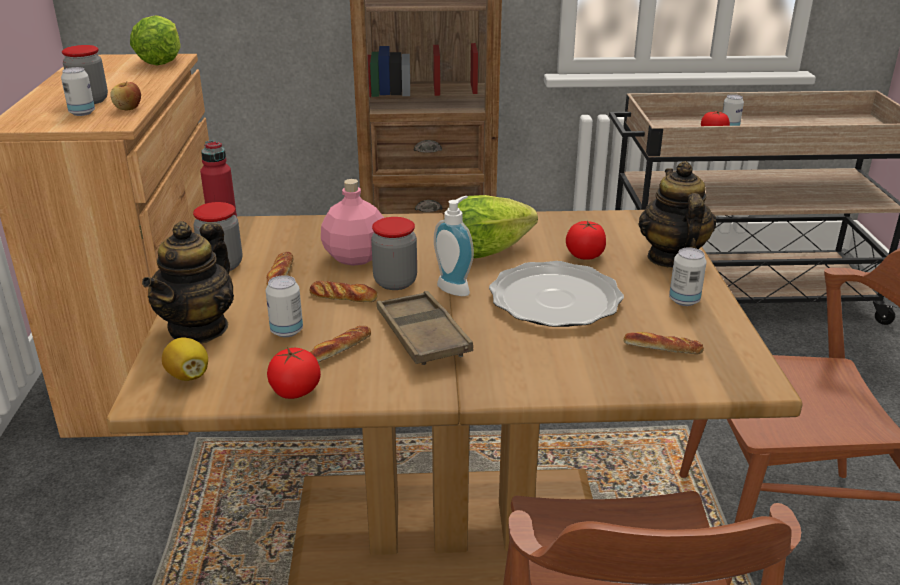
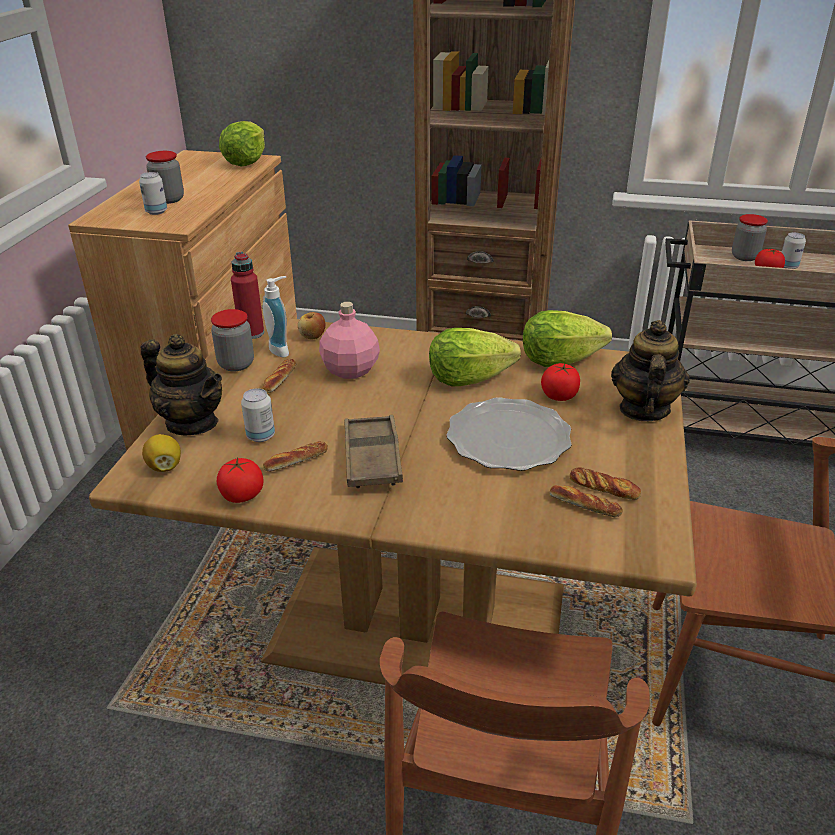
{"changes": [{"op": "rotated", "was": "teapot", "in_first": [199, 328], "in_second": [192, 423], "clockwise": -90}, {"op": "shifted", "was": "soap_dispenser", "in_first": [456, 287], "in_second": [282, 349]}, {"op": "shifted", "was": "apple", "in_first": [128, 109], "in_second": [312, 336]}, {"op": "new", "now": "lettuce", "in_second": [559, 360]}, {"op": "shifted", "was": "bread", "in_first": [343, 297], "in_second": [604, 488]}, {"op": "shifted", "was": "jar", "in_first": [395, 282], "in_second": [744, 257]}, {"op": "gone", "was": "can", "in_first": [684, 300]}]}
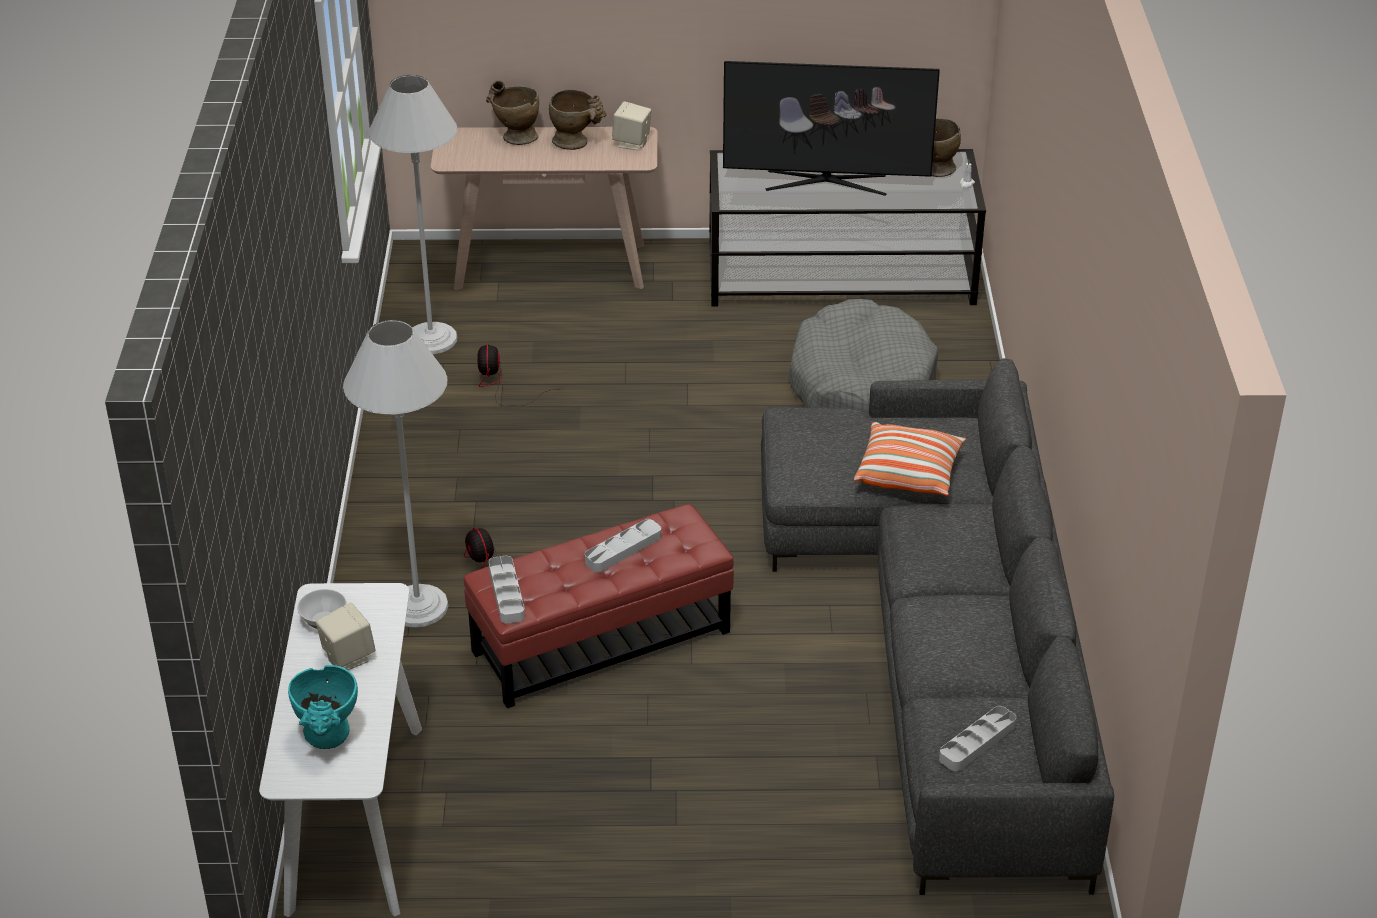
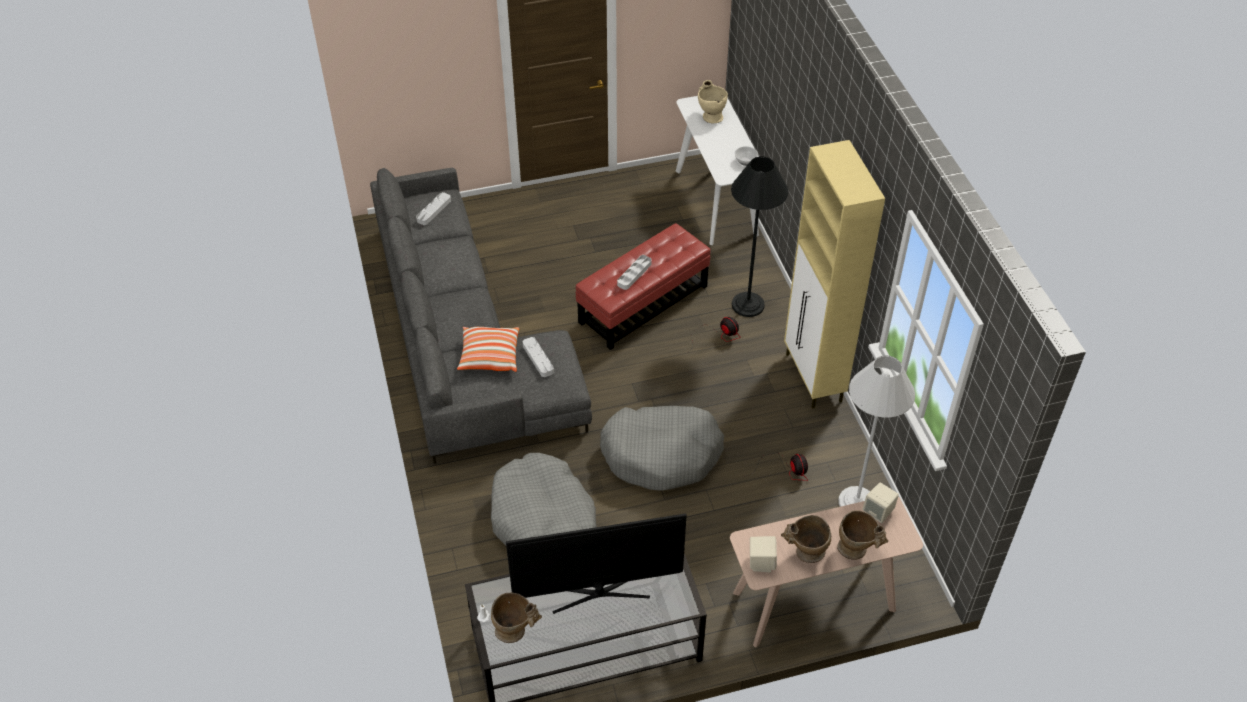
{"changes": [{"op": "shifted", "was": "grey_tray", "in_first": [506, 593], "in_second": [538, 359]}, {"op": "new", "now": "grey_dog_bed", "in_second": [662, 454]}, {"op": "repainted", "was": "turquoise_vase", "now": "beige_vase", "in_first": [328, 738], "in_second": [710, 115]}, {"op": "repainted", "was": "white_floor_lamp", "now": "black_floor_lamp", "in_first": [418, 606], "in_second": [748, 305]}, {"op": "new", "now": "beige_cabinet", "in_second": [813, 378]}, {"op": "shifted", "was": "beige_speaker", "in_first": [347, 657], "in_second": [878, 512]}]}
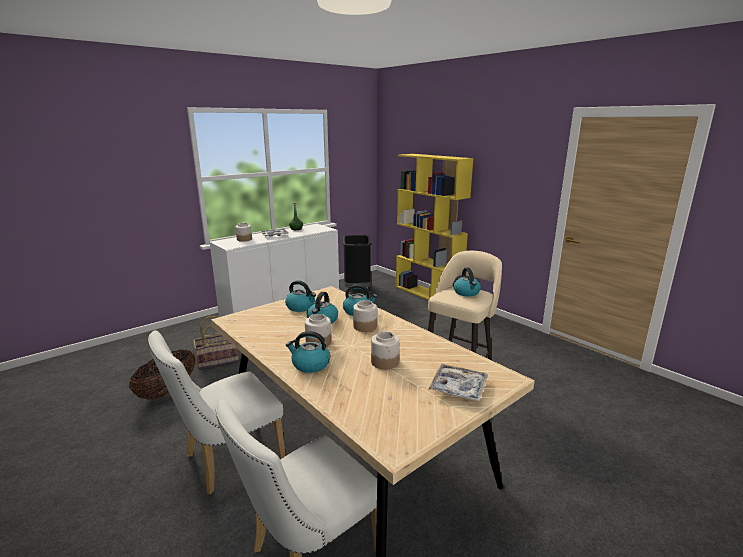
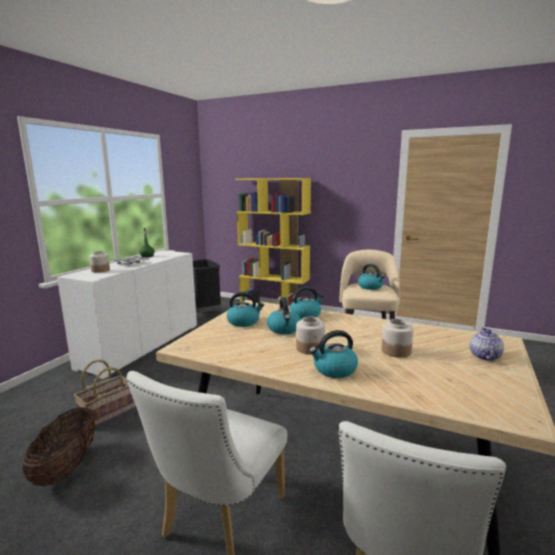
{"changes": [{"op": "swapped", "was": "tray", "now": "teapot", "in_first": [458, 388], "in_second": [484, 356]}, {"op": "gone", "was": "jar", "in_first": [364, 327]}]}
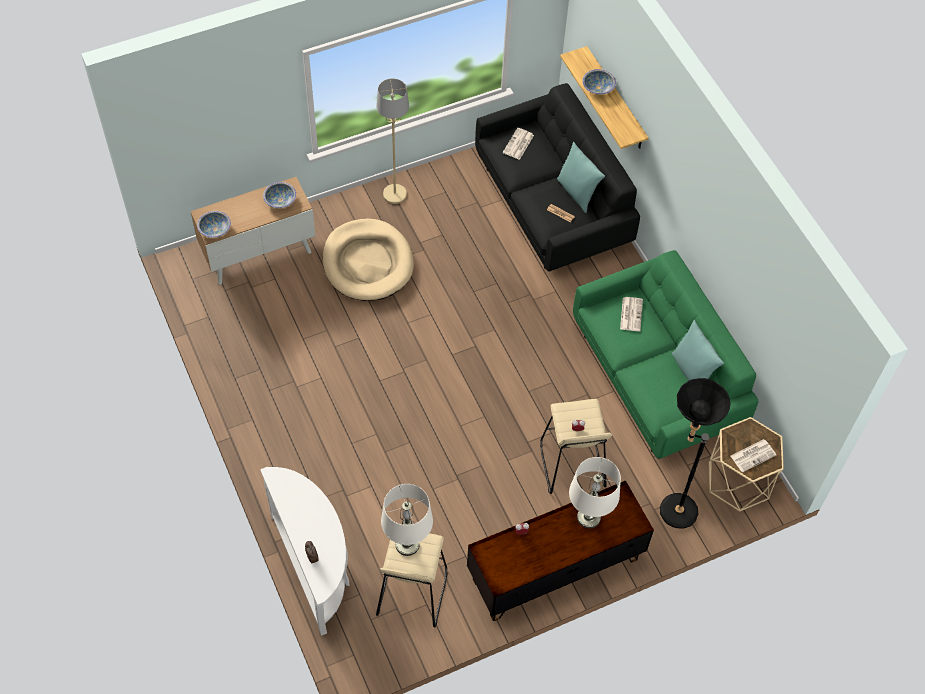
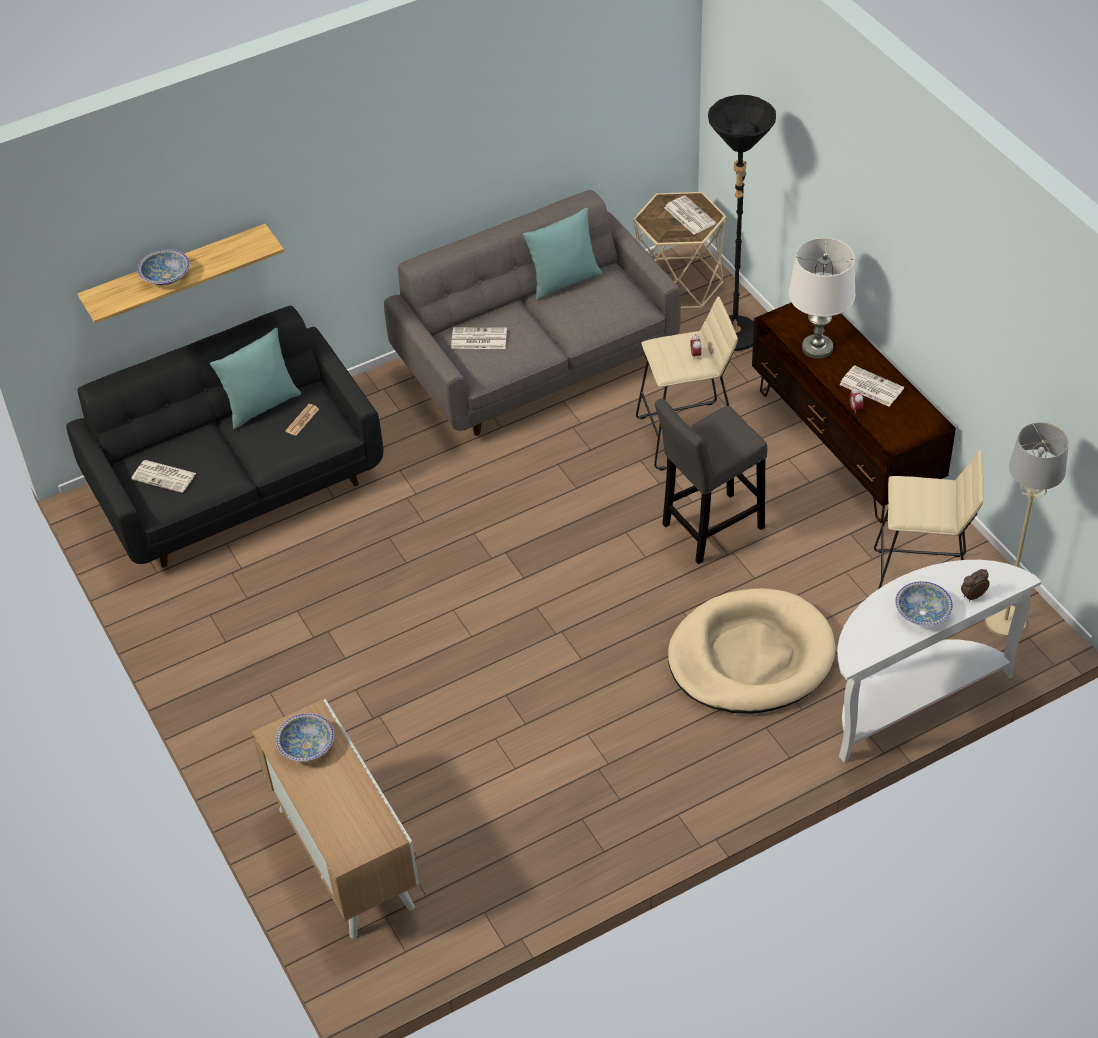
{"changes": [{"op": "repainted", "was": "green_sofa", "now": "grey_sofa", "in_first": [656, 378], "in_second": [536, 361]}, {"op": "new", "now": "grey_stool", "in_second": [708, 529]}, {"op": "shifted", "was": "beige_dog_bed", "in_first": [367, 263], "in_second": [750, 657]}, {"op": "new", "now": "newspaper", "in_second": [870, 386]}, {"op": "shifted", "was": "bowl", "in_first": [215, 229], "in_second": [922, 613]}, {"op": "shifted", "was": "beige_floor_lamp", "in_first": [395, 194], "in_second": [1005, 621]}, {"op": "gone", "was": "white_table_lamp", "in_first": [407, 544]}]}
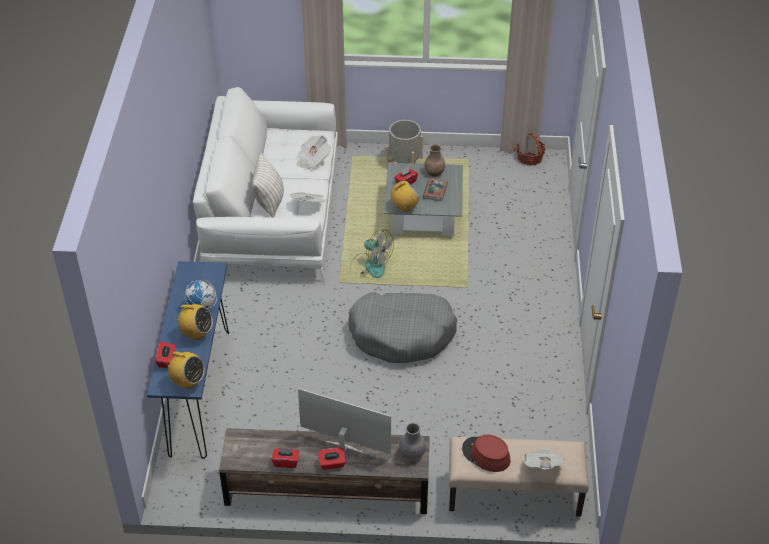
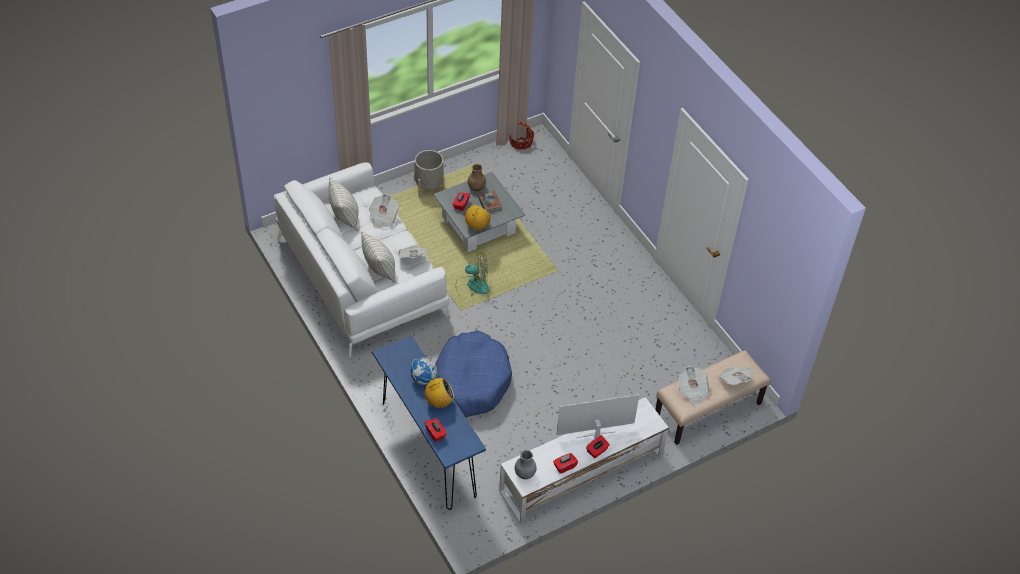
{"changes": [{"op": "new", "now": "pillow", "in_second": [345, 217]}, {"op": "new", "now": "blue_dog_bed", "in_second": [471, 381]}, {"op": "repainted", "was": "brown_tv_stand", "now": "white_tv_stand", "in_first": [326, 488], "in_second": [581, 472]}, {"op": "shifted", "was": "grey_vase", "in_first": [412, 454], "in_second": [525, 474]}, {"op": "swapped", "was": "red_hat", "now": "newspaper", "in_first": [486, 455], "in_second": [693, 391]}, {"op": "gone", "was": "radio", "in_first": [188, 382]}, {"op": "gone", "was": "grey_dog_bed", "in_first": [402, 334]}]}
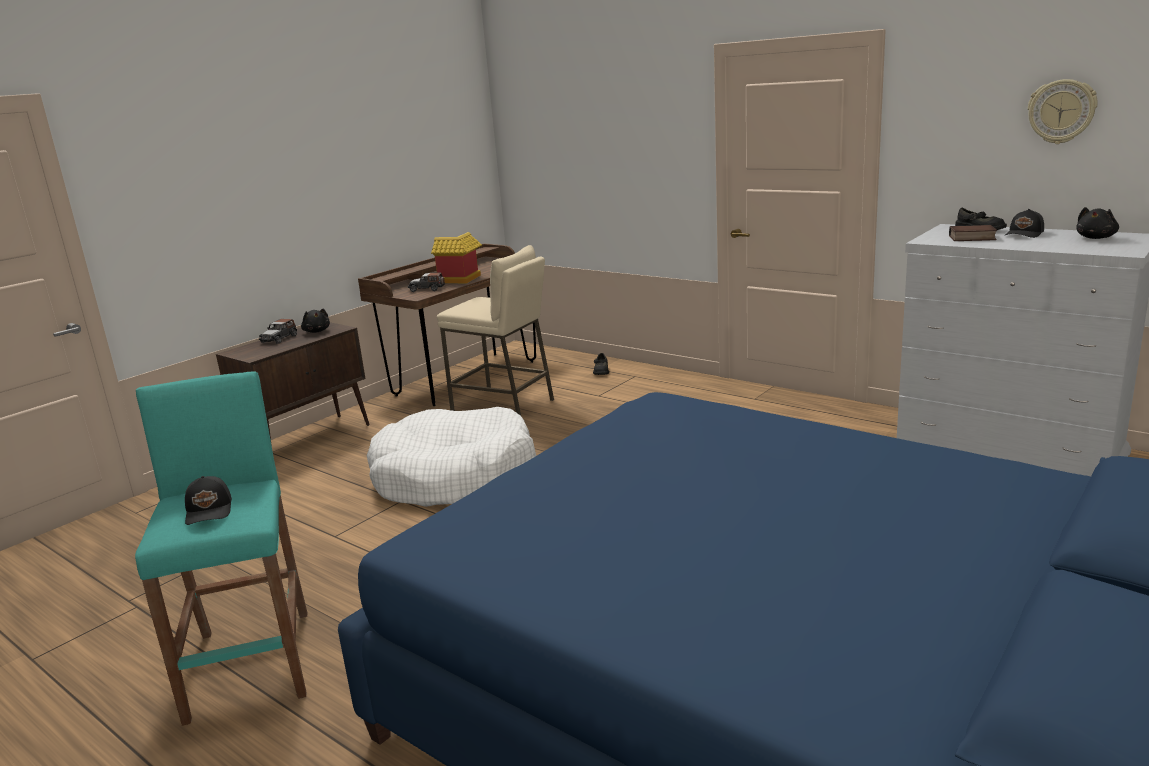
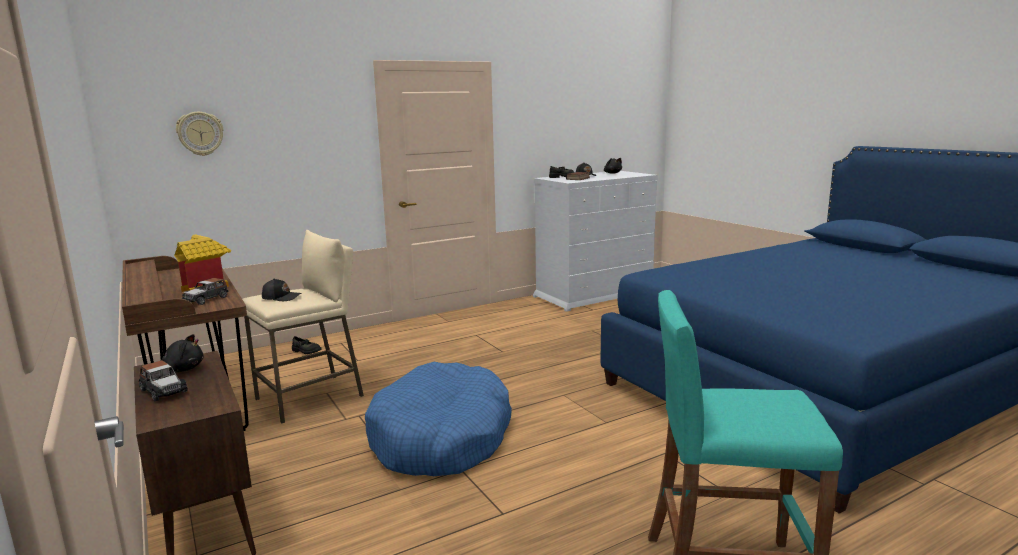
{"changes": [{"op": "shifted", "was": "wall_clock", "in_first": [1061, 111], "in_second": [200, 133]}, {"op": "shifted", "was": "black_cap", "in_first": [210, 510], "in_second": [281, 297]}, {"op": "repainted", "was": "white_dog_bed", "now": "blue_dog_bed", "in_first": [455, 477], "in_second": [441, 438]}]}
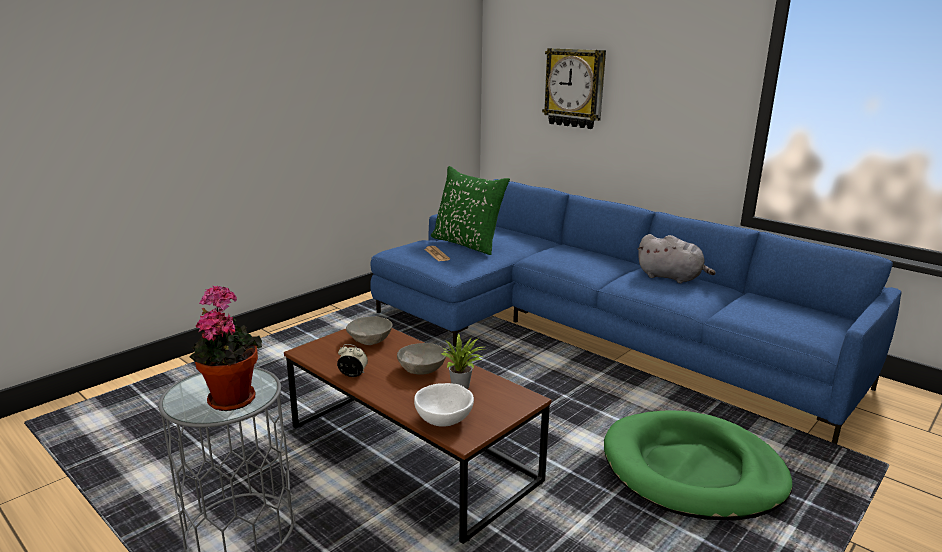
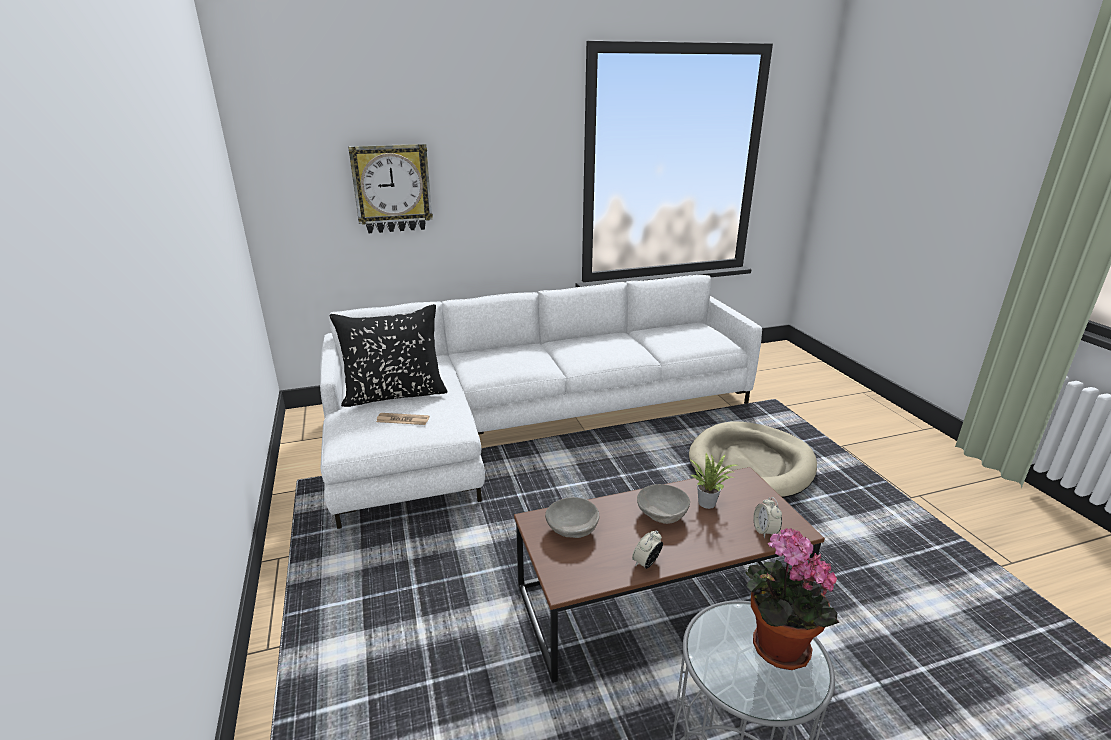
{"changes": [{"op": "repainted", "was": "blue_sofa", "now": "white_sofa", "in_first": [589, 332], "in_second": [529, 421]}, {"op": "repainted", "was": "green_pillow", "now": "black_pillow", "in_first": [468, 244], "in_second": [395, 394]}, {"op": "repainted", "was": "green_dog_bed", "now": "beige_dog_bed", "in_first": [692, 470], "in_second": [751, 464]}, {"op": "swapped", "was": "white_bowl", "now": "alarm_clock", "in_first": [444, 420], "in_second": [765, 531]}, {"op": "gone", "was": "grey_plush_toy", "in_first": [671, 278]}]}
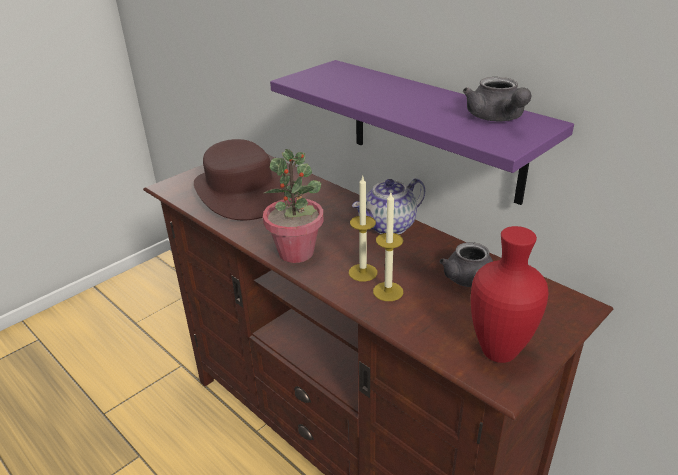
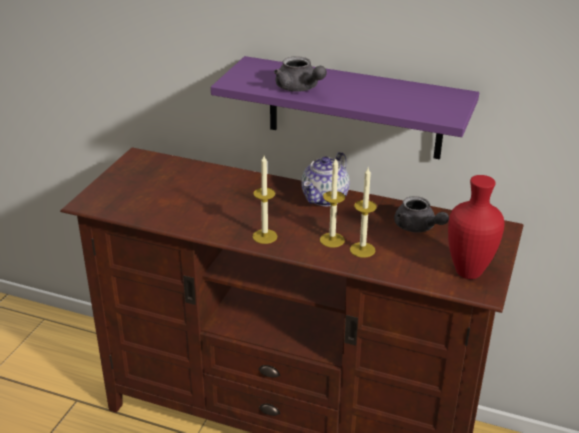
{"changes": [{"op": "swapped", "was": "potted_plant", "now": "candle", "in_first": [296, 252], "in_second": [264, 236]}, {"op": "shifted", "was": "grey_teapot", "in_first": [497, 118], "in_second": [299, 88]}, {"op": "gone", "was": "brown_hat", "in_first": [240, 192]}]}
